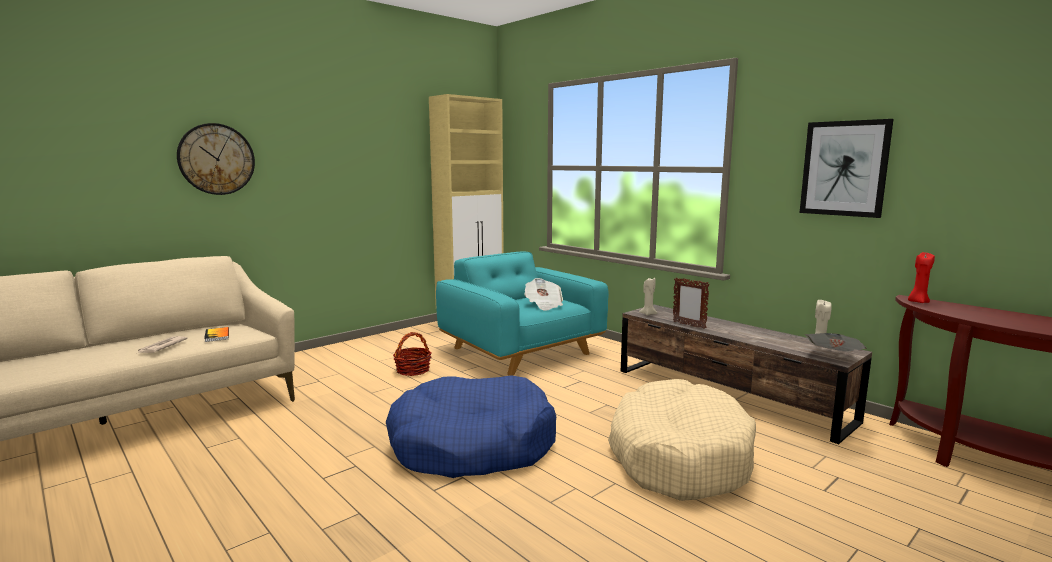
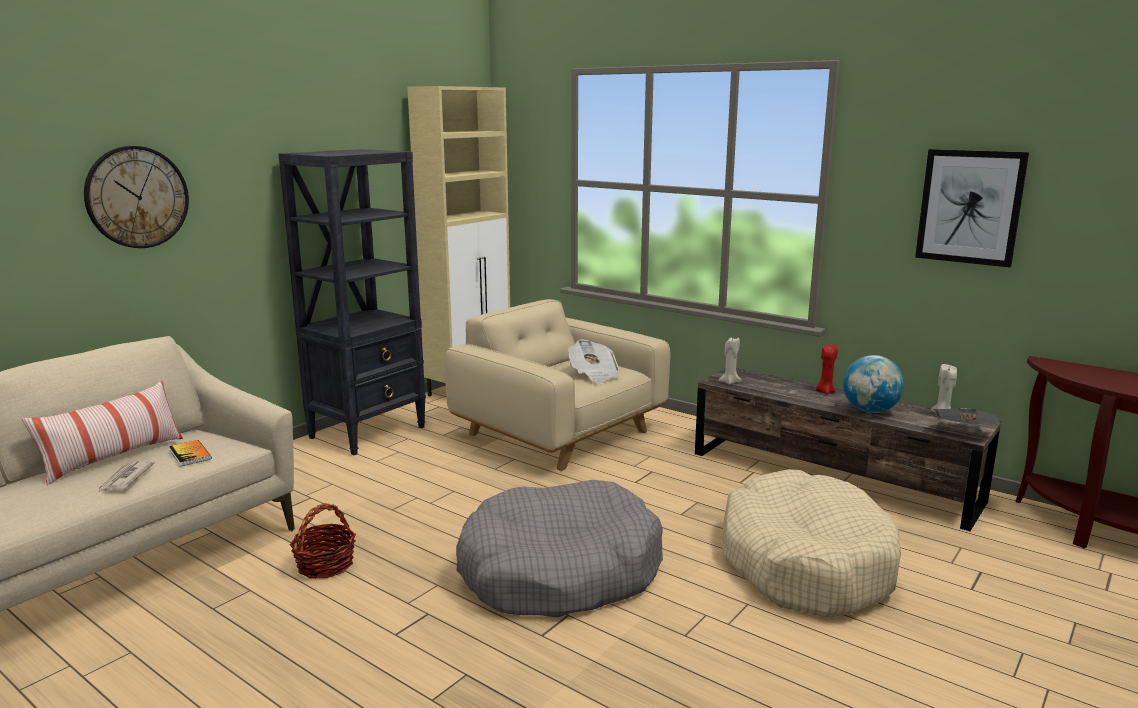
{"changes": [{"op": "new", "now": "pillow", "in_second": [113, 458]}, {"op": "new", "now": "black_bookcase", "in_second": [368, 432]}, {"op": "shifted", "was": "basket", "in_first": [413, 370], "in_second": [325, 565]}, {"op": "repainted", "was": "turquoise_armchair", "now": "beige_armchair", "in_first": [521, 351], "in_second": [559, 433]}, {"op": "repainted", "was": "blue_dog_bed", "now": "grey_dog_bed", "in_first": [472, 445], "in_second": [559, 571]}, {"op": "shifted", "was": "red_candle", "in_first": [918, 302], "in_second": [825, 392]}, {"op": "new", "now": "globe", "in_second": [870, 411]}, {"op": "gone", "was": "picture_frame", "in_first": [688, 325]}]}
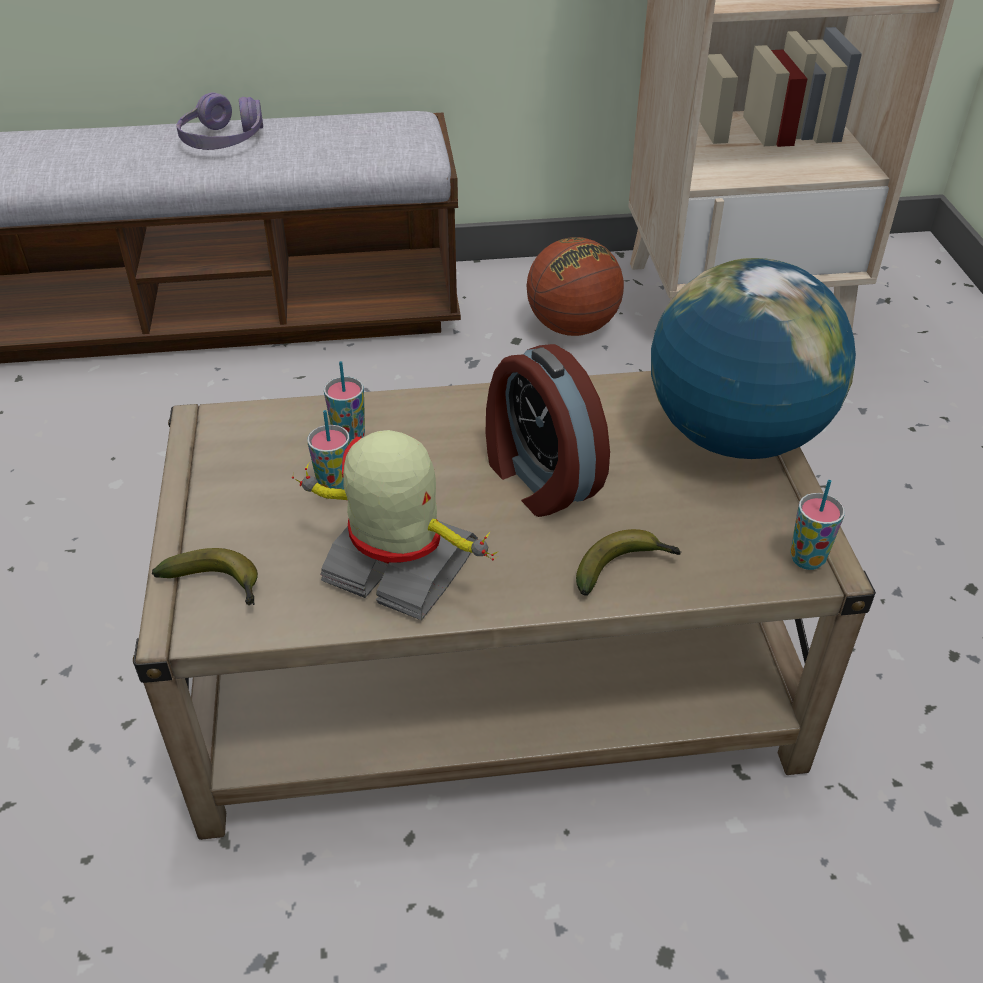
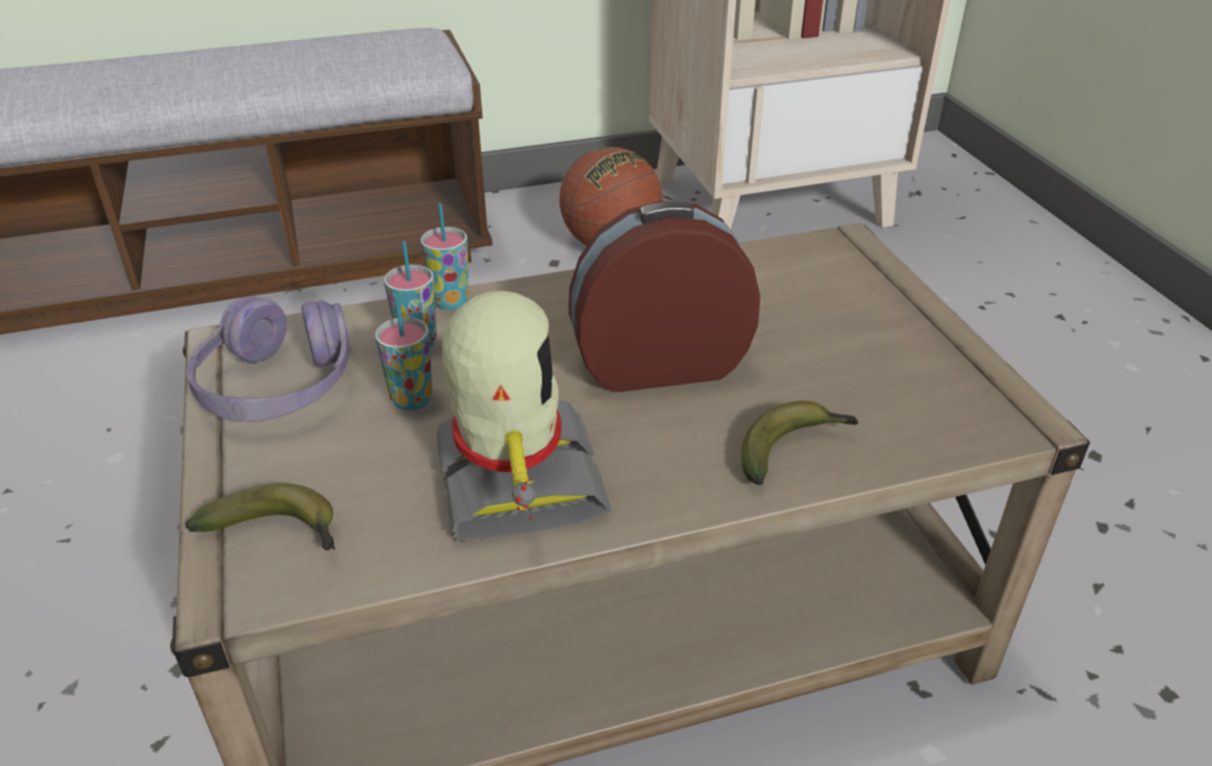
{"changes": [{"op": "shifted", "was": "purple_headphones", "in_first": [223, 140], "in_second": [277, 385]}, {"op": "shifted", "was": "cup", "in_first": [807, 559], "in_second": [451, 302]}, {"op": "rotated", "was": "toy_robot", "in_first": [399, 568], "in_second": [515, 482], "clockwise": 60}, {"op": "rotated", "was": "alarm_clock", "in_first": [538, 478], "in_second": [659, 362], "clockwise": 120}, {"op": "gone", "was": "globe", "in_first": [735, 436]}]}
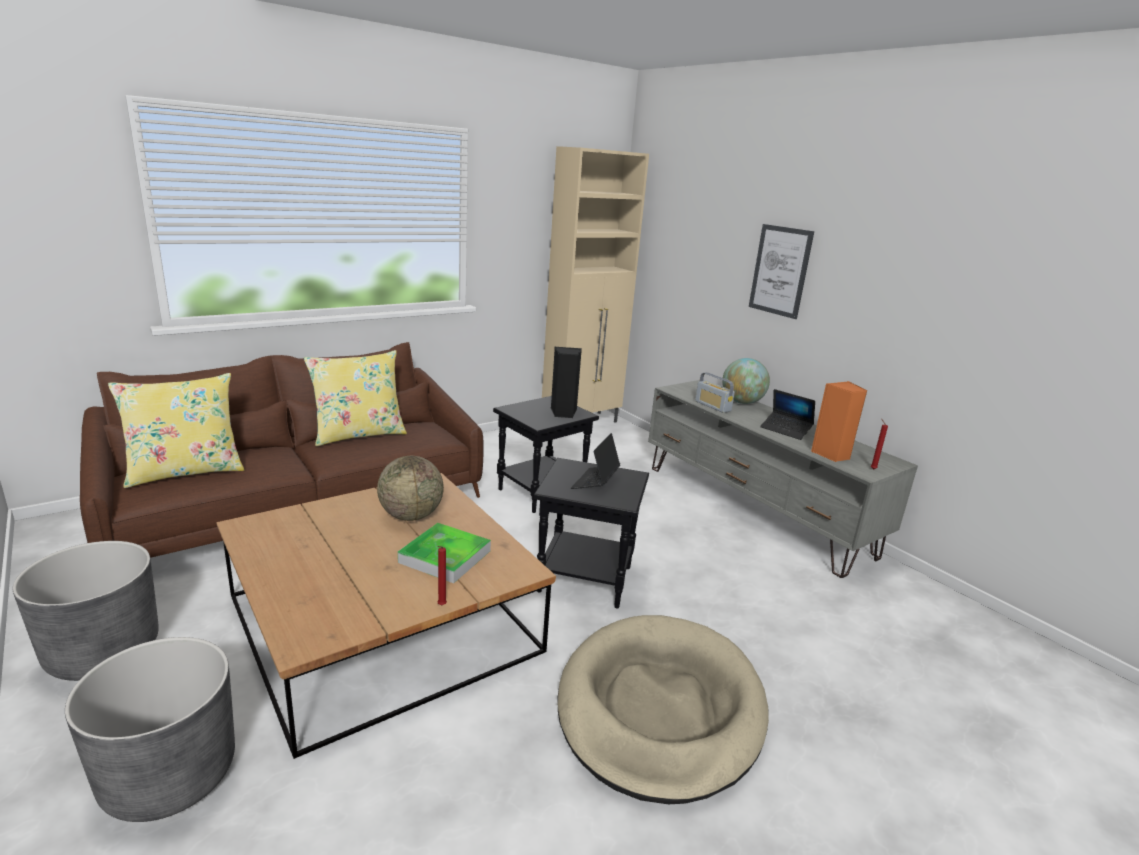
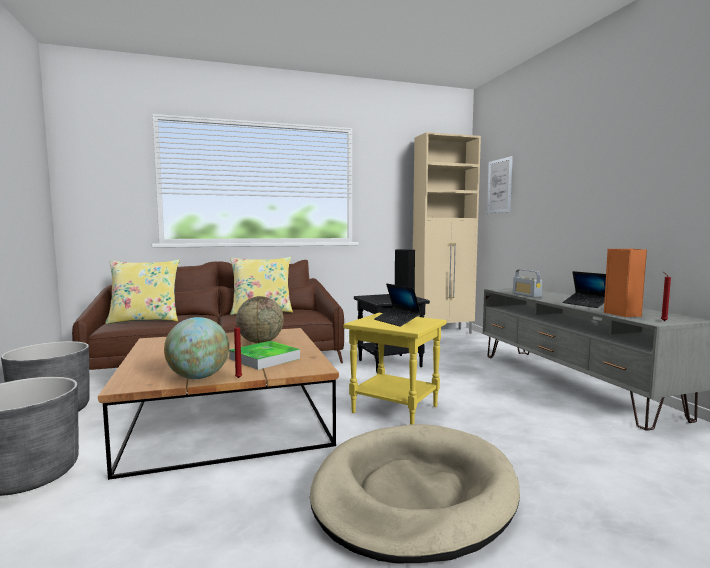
{"changes": [{"op": "shifted", "was": "globe", "in_first": [742, 402], "in_second": [198, 377]}, {"op": "repainted", "was": "black_side_table", "now": "yellow_side_table", "in_first": [583, 580], "in_second": [393, 409]}, {"op": "rotated", "was": "laptop", "in_first": [595, 482], "in_second": [397, 321], "clockwise": -75}, {"op": "shifted", "was": "picture", "in_first": [780, 271], "in_second": [499, 186]}]}
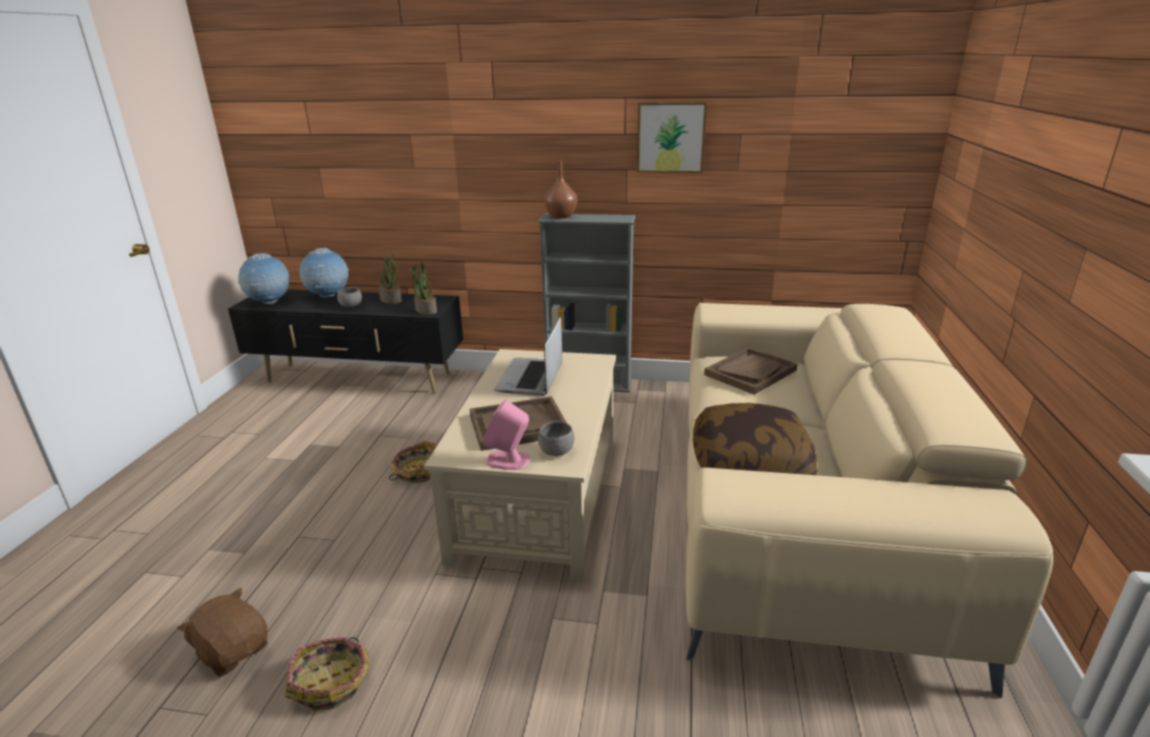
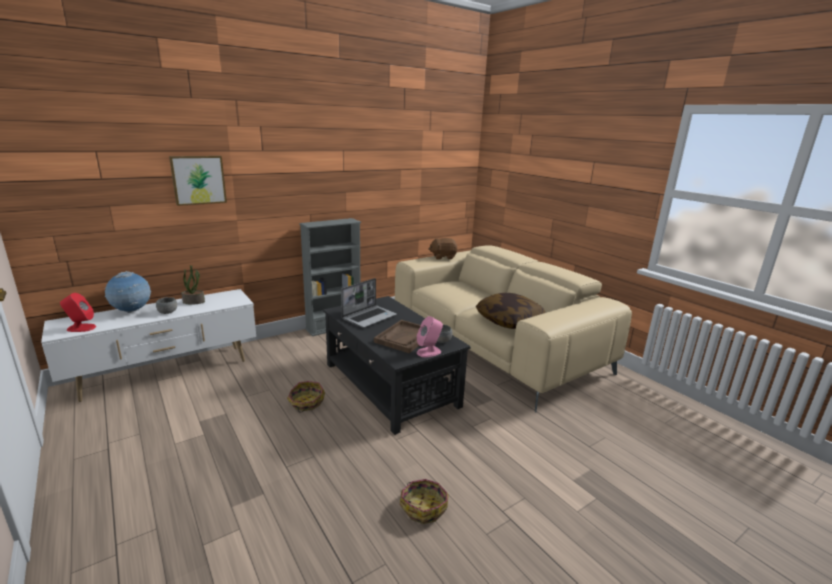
{"changes": [{"op": "repainted", "was": "black_tv_stand", "now": "white_tv_stand", "in_first": [359, 379], "in_second": [167, 372]}, {"op": "swapped", "was": "globe", "now": "red_speaker", "in_first": [270, 303], "in_second": [81, 328]}, {"op": "shifted", "was": "picture", "in_first": [671, 137], "in_second": [198, 180]}, {"op": "repainted", "was": "beige_coffee_table", "now": "black_coffee_table", "in_first": [538, 495], "in_second": [390, 385]}, {"op": "rotated", "was": "laptop", "in_first": [531, 378], "in_second": [369, 317], "clockwise": -105}, {"op": "shifted", "was": "brown_plush_toy", "in_first": [234, 651], "in_second": [443, 257]}, {"op": "gone", "was": "potted_plant", "in_first": [425, 310]}, {"op": "gone", "was": "brown_vase", "in_first": [560, 216]}, {"op": "gone", "was": "brown_tray", "in_first": [750, 372]}]}
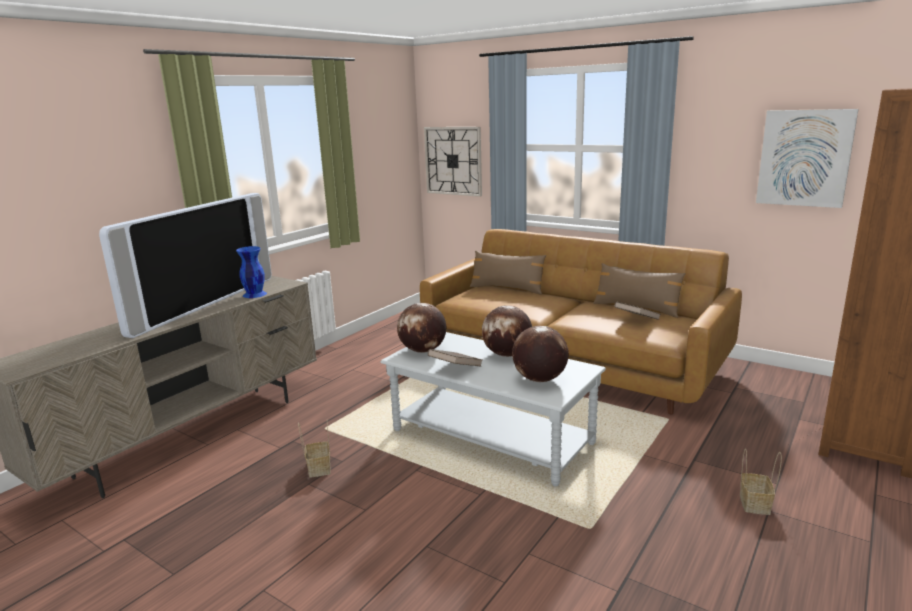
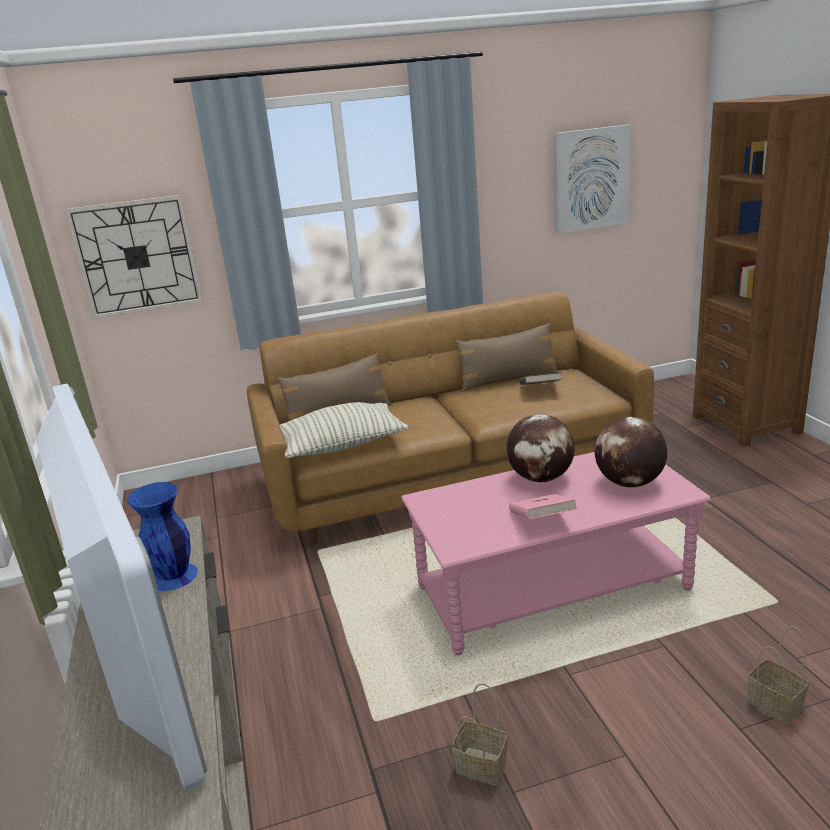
{"changes": [{"op": "new", "now": "pillow", "in_second": [341, 446]}, {"op": "repainted", "was": "grey_coffee_table", "now": "pink_coffee_table", "in_first": [491, 438], "in_second": [553, 589]}, {"op": "repainted", "was": "brown_book", "now": "pink_book", "in_first": [455, 369], "in_second": [542, 521]}, {"op": "shifted", "was": "basket", "in_first": [755, 504], "in_second": [777, 704]}, {"op": "gone", "was": "globe", "in_first": [423, 350]}]}
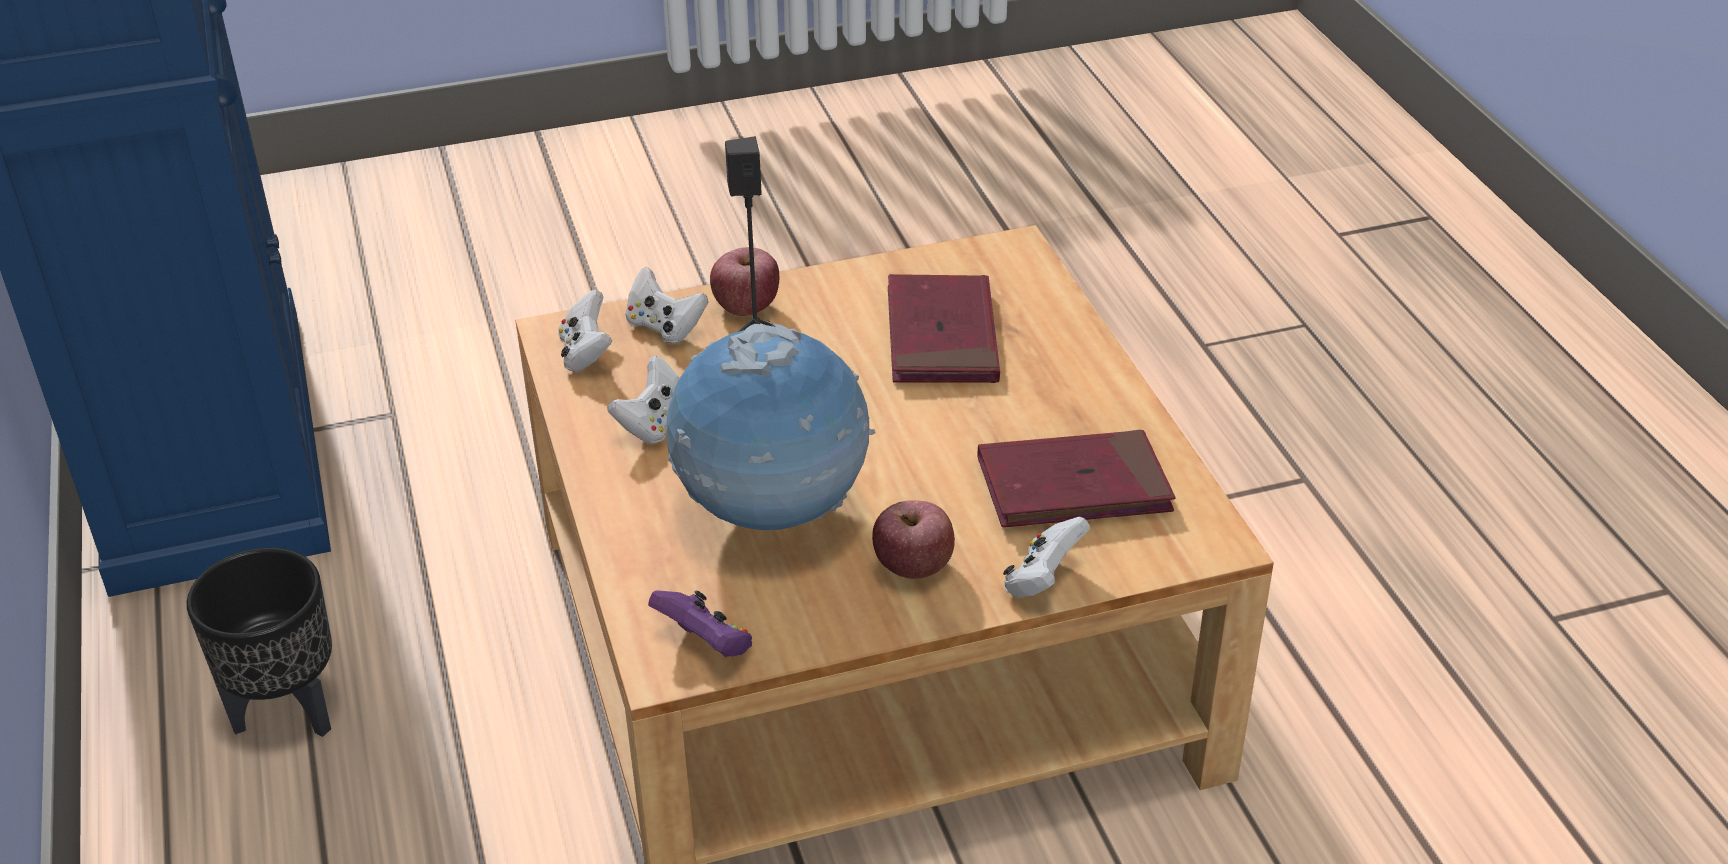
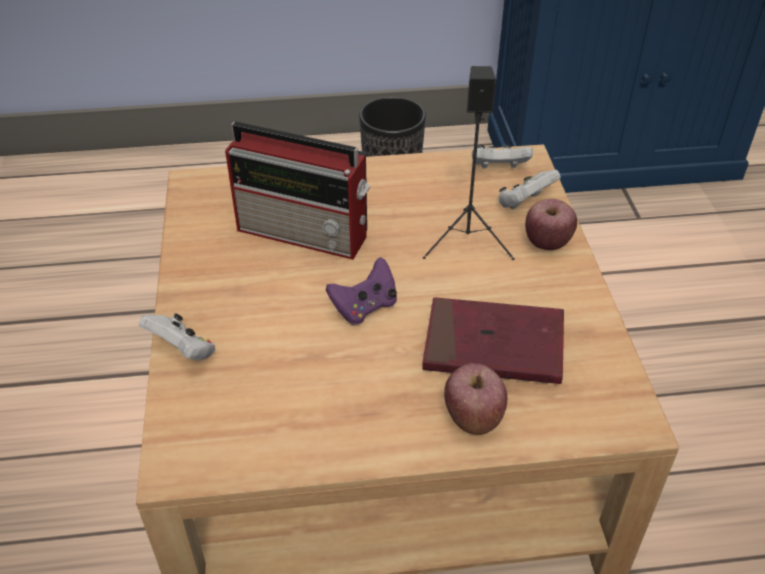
{"changes": [{"op": "swapped", "was": "globe", "now": "radio", "in_first": [772, 514], "in_second": [305, 233]}, {"op": "shifted", "was": "purple_game_controller", "in_first": [706, 645], "in_second": [365, 307]}, {"op": "shifted", "was": "apple", "in_first": [913, 567], "in_second": [473, 418]}, {"op": "gone", "was": "white_game_controller", "in_first": [654, 423]}, {"op": "gone", "was": "red_book", "in_first": [1073, 487]}]}
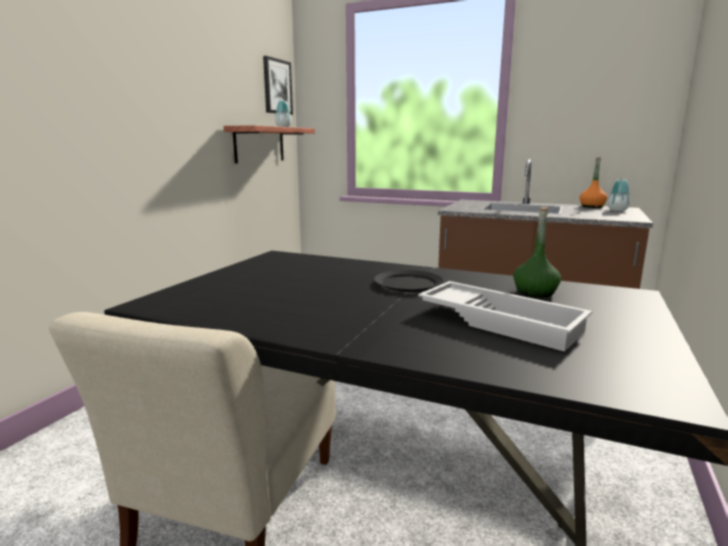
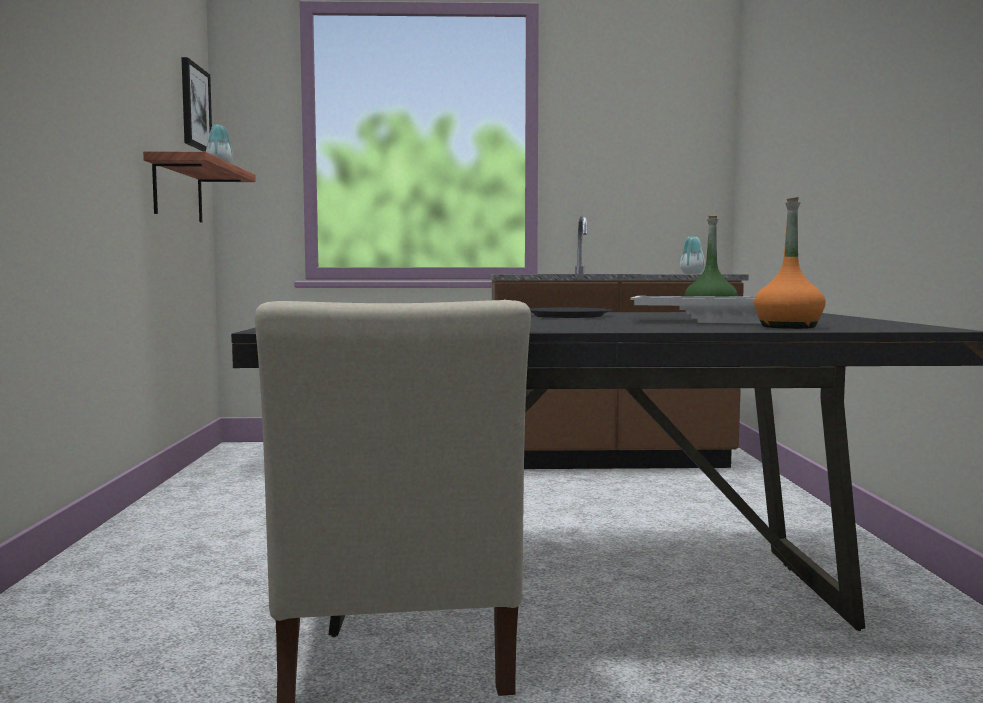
{"changes": [{"op": "shifted", "was": "orange_bottle", "in_first": [592, 206], "in_second": [788, 327]}]}
